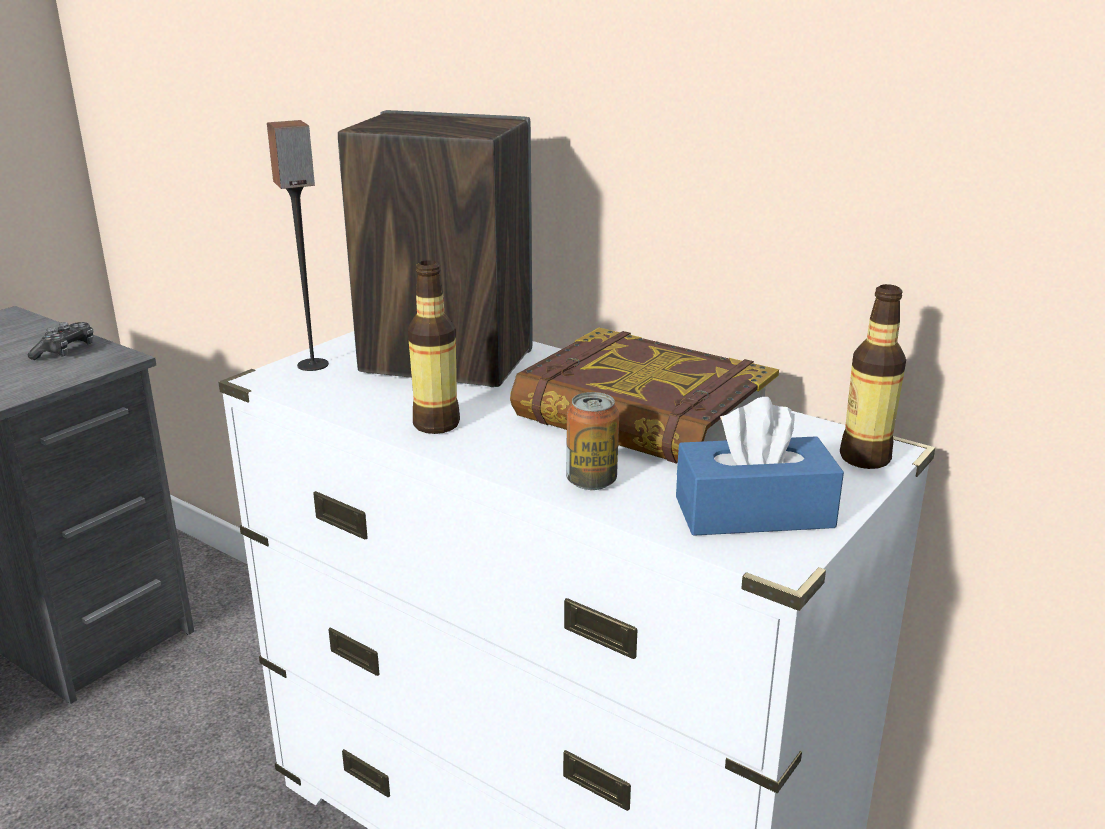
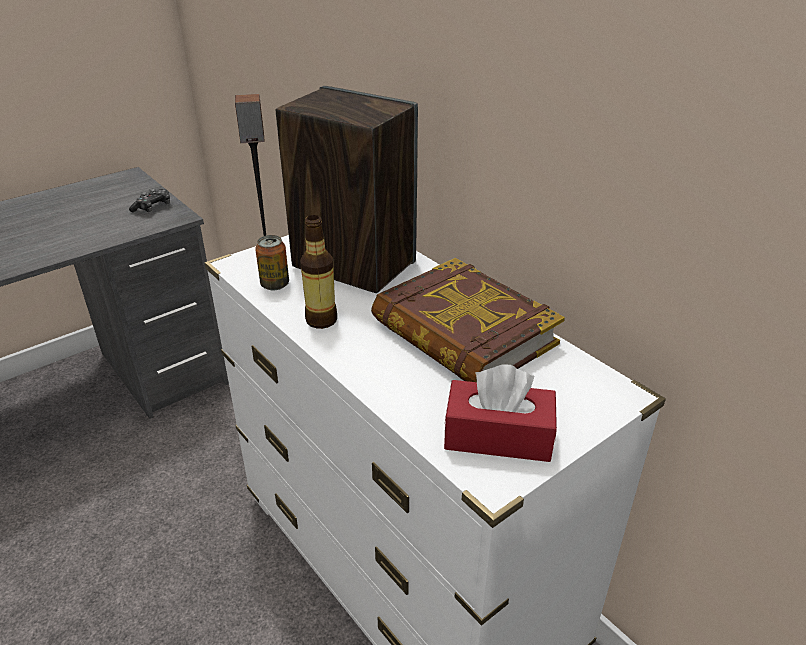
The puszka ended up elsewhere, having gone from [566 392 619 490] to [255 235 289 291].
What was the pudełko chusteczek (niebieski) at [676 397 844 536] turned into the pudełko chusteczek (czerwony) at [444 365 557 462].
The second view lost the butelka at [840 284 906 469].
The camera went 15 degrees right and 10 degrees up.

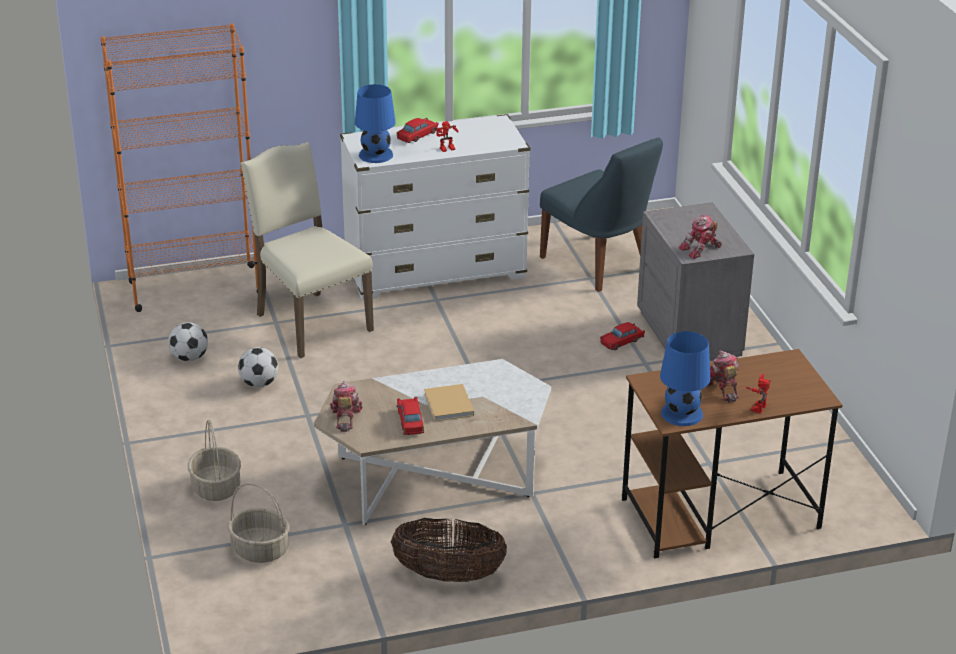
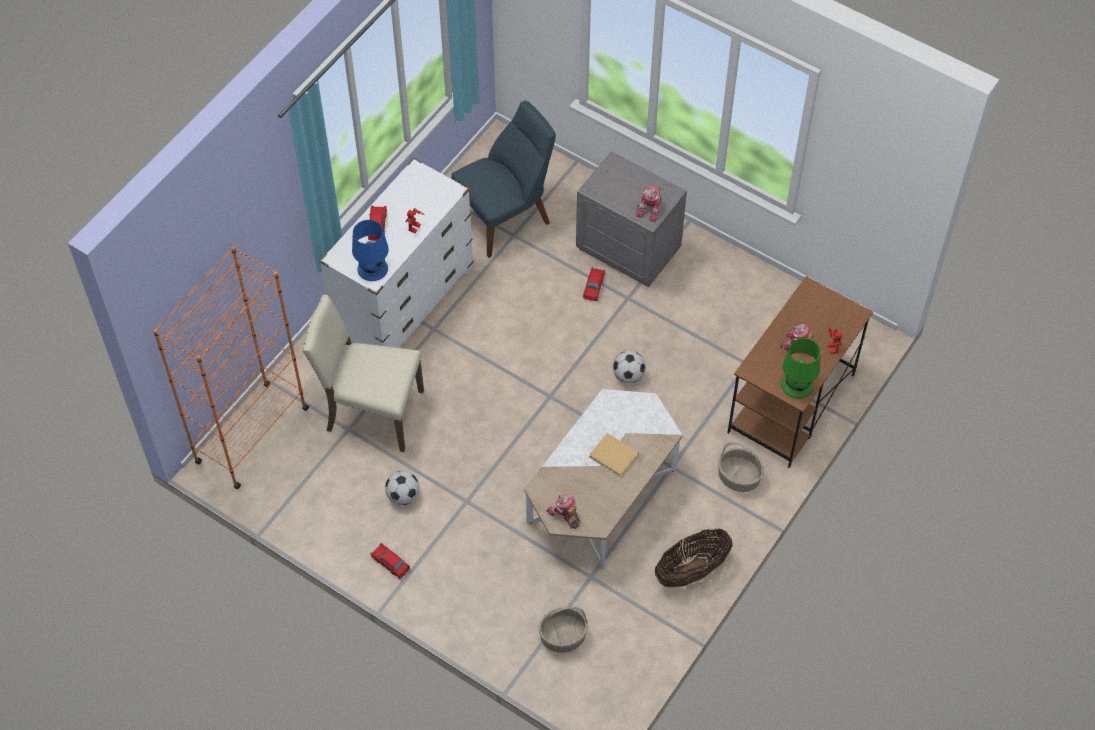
The piłka futbolowa ended up elsewhere, having gone from [168 322 208 362] to [613 351 646 383].
The koszyk ended up elsewhere, having gone from [188 420 241 501] to [718 442 764 492].
The samochodzik (czerwony) ended up elsewhere, having gone from [397 397 424 435] to [371 543 410 579].
The krzesło (niebieski) at [540 138 663 292] ended up facing another way, 45 degrees counterclockwise from before.
What was the lampa stołowa (niebieski) at [660 331 710 426] turned into the lampa stołowa (zielony) at [782 338 820 399].
The camera went 40 degrees left and 25 degrees up.

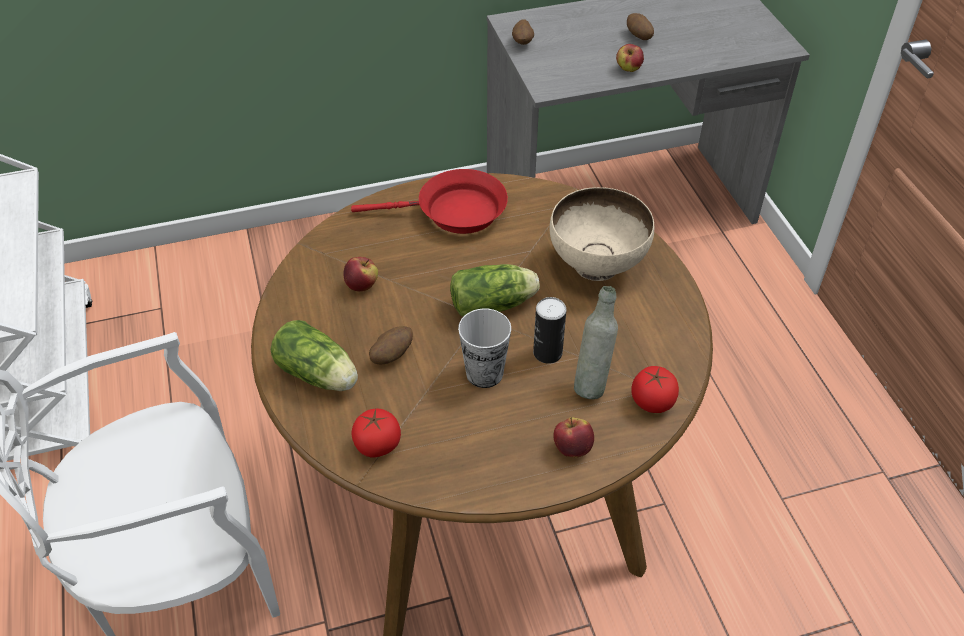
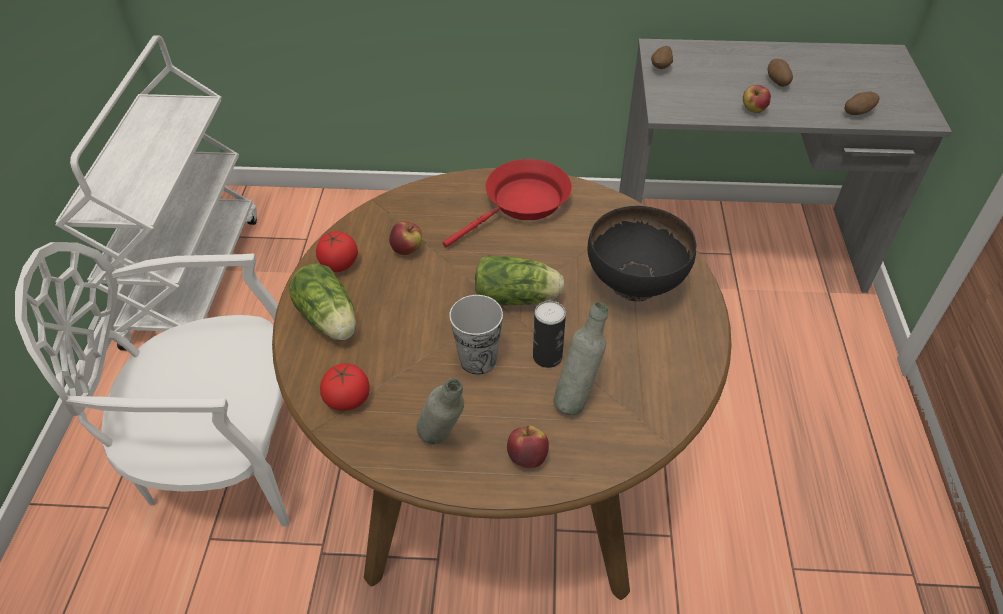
The patelnia (czerwony) at [351 169 508 234] ended up facing another way, 60 degrees counterclockwise from before.
The ziemniak ended up elsewhere, having gone from [369 326 413 364] to [845 91 880 115].
What was the miska (beżowy) at [550 187 654 281] turned into the miska (czarny) at [588 206 696 301].
The pomidor ended up elsewhere, having gone from [631 366 679 413] to [316 231 358 272].
The second view gained the butelka (szary) at [417 378 464 445].
The camera went 20 degrees right and 0 degrees up.

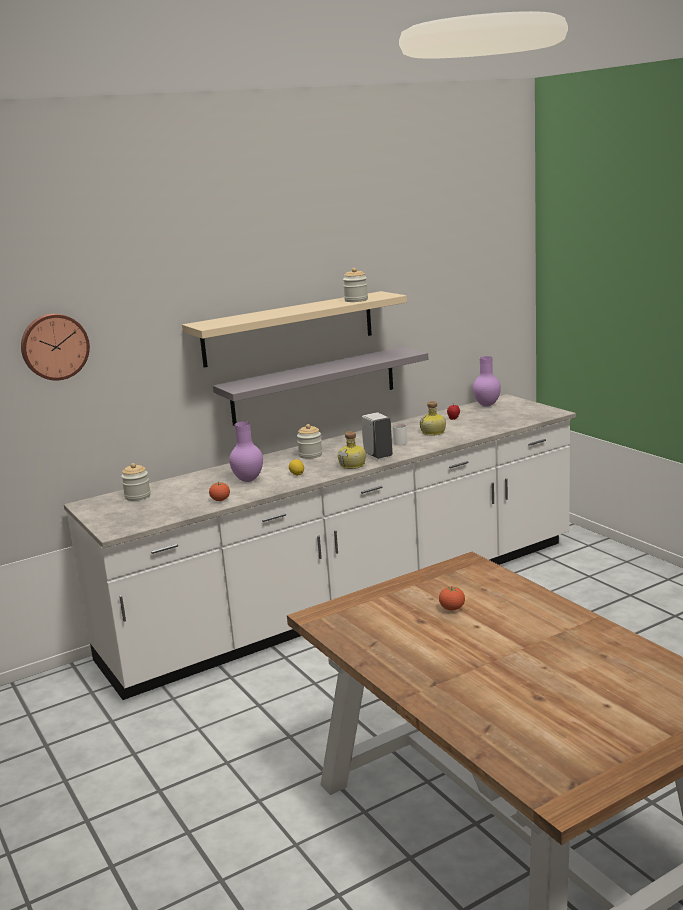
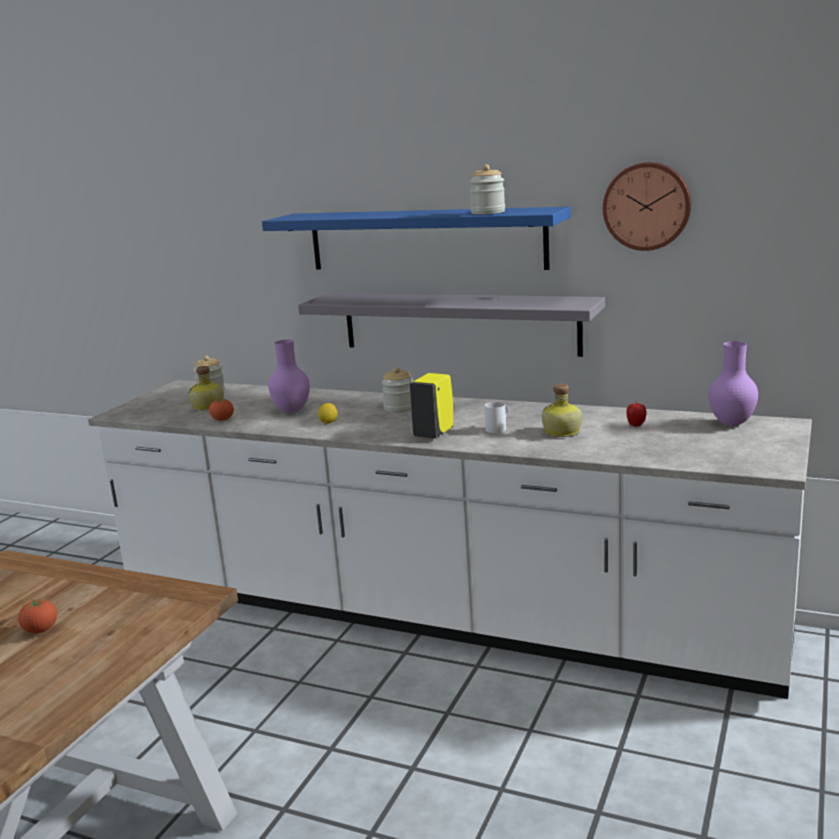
The zegar ścienny ended up elsewhere, having gone from [21 314 90 381] to [603 162 691 251].
What was the półka (beżowy) at [182 291 407 367] turned into the półka (niebieski) at [262 207 571 270].
The butelka ended up elsewhere, having gone from [338 431 366 469] to [188 366 224 411].
What was the dozownik mydła (biały) at [362 412 393 459] turned into the dozownik mydła (żółty) at [410 373 453 439].
The camera went 55 degrees right and 0 degrees up.

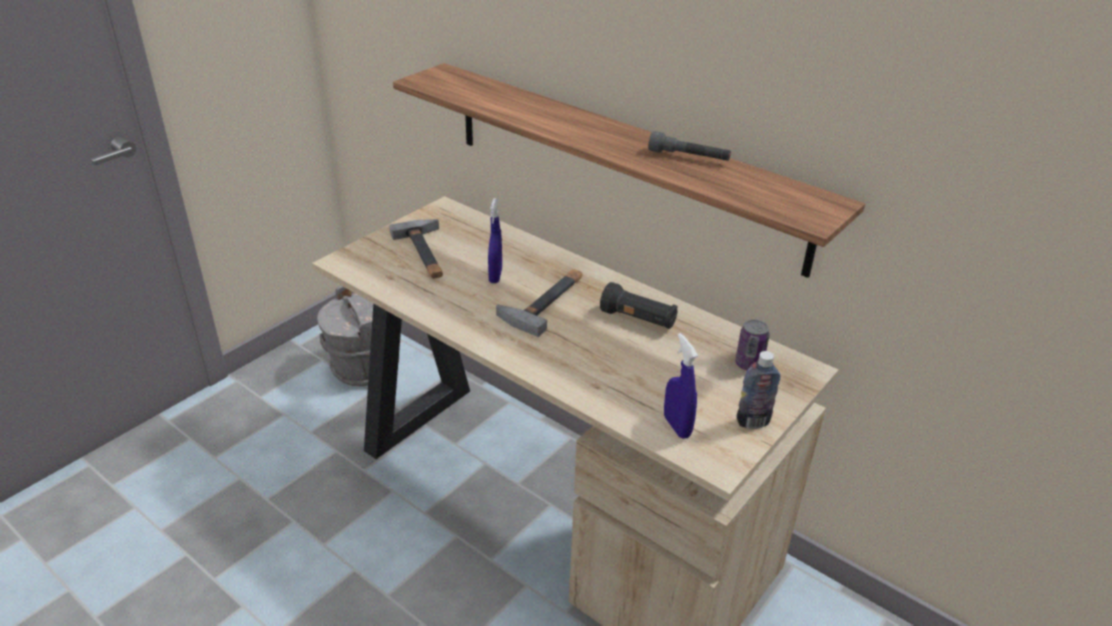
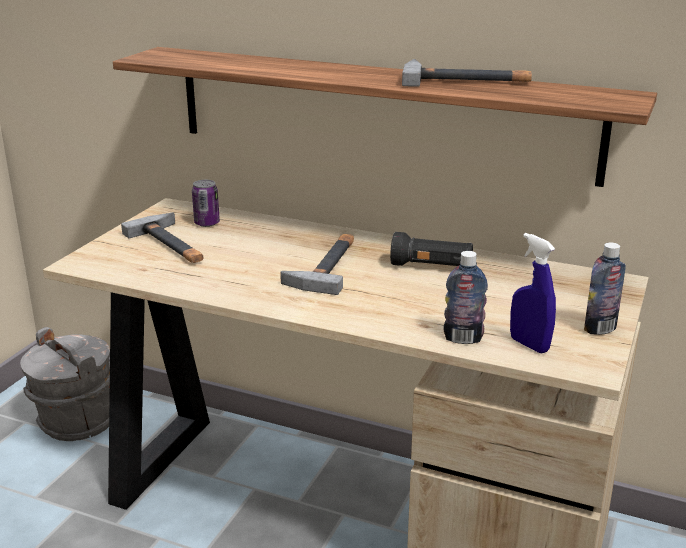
The second view lost the spryskiwacz (niebieski) at [488 198 502 283].
Where the latarka (szary) stood at [648 131 731 161], the młotek came to stand at [402 59 532 87].
The puszka ended up elsewhere, having gone from [735 319 770 370] to [192 180 220 227].
The second view gained the butelka at [443 251 488 344].
The camera went 15 degrees left and 10 degrees down.

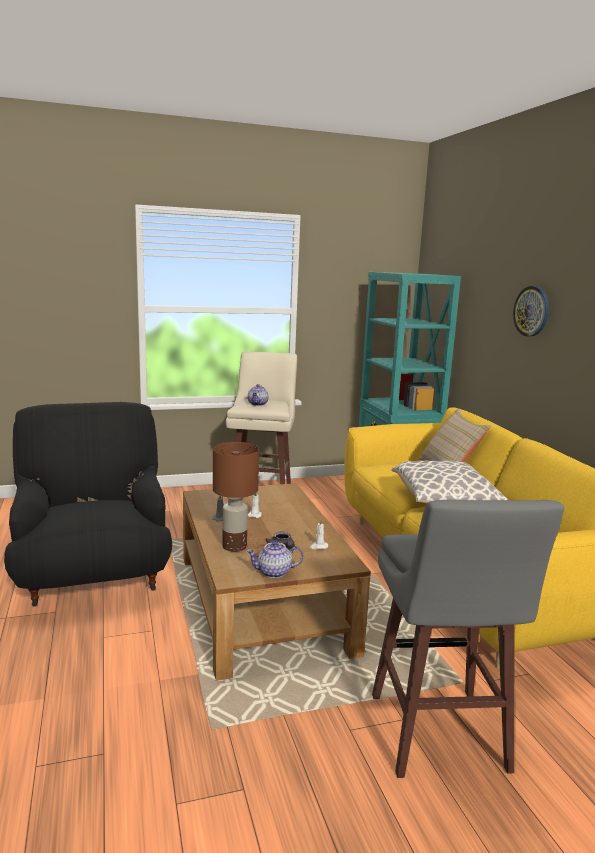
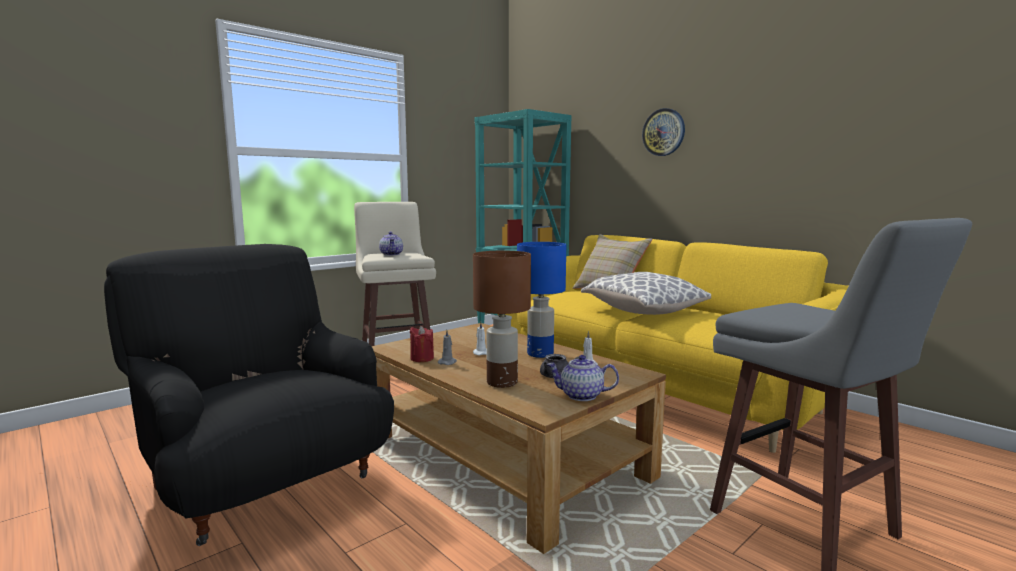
The imbryk at [246 541 304 578] ended up facing another way, 45 degrees clockwise from before.
The second view gained the świeca (czerwony) at [410 326 434 362].
The second view gained the lampa stołowa (niebieski) at [517 242 566 358].
The camera went 25 degrees left and 5 degrees down.

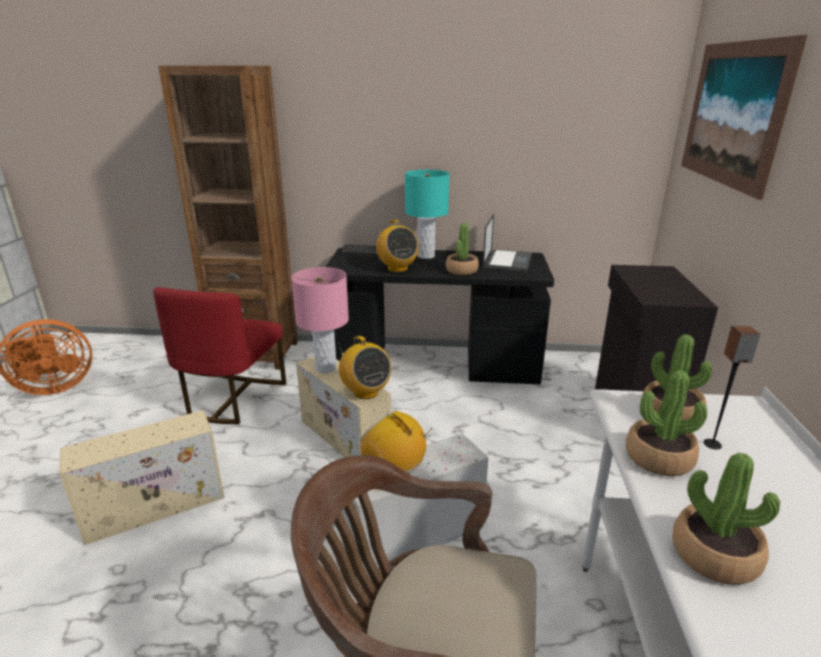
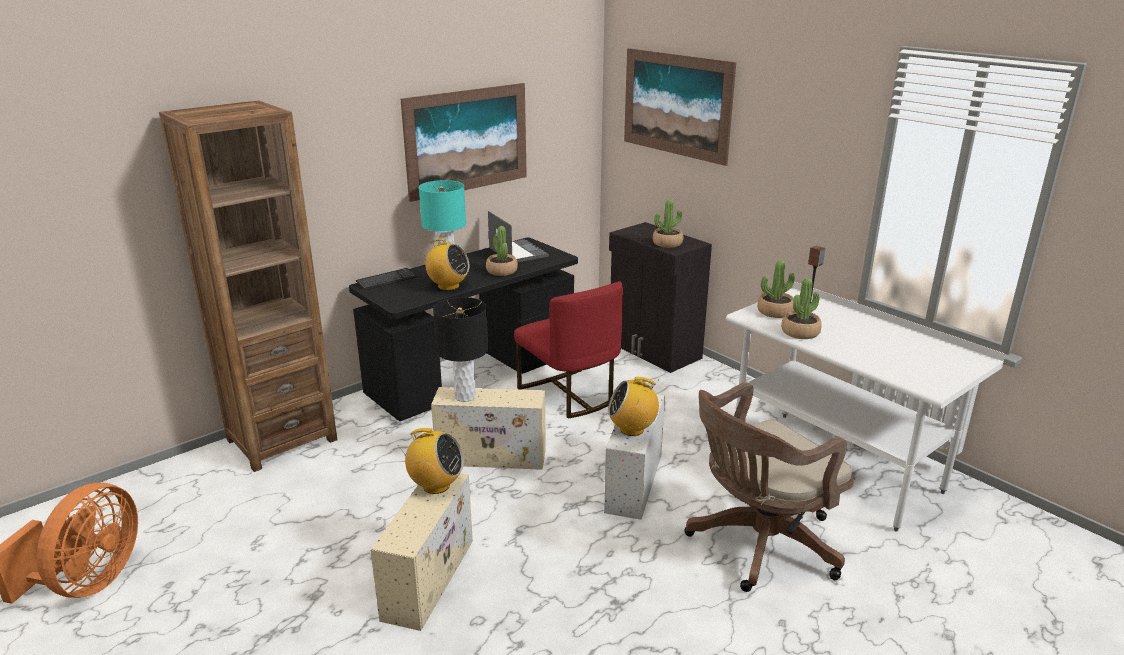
The krzesło (czerwony) ended up elsewhere, having gone from [153 287 286 424] to [514 281 623 419].
What was the lampa stołowa (różowy) at [291 267 349 374] turned into the lampa stołowa (czarny) at [433 297 488 402].
The radio ended up elsewhere, having gone from [339 336 391 399] to [398 428 464 494].
The roślina doniczkowa ended up elsewhere, having gone from [672 453 780 585] to [653 199 683 248].
The second view gained the obraz at [401 83 527 202].
The camera went 45 degrees left and 0 degrees up.

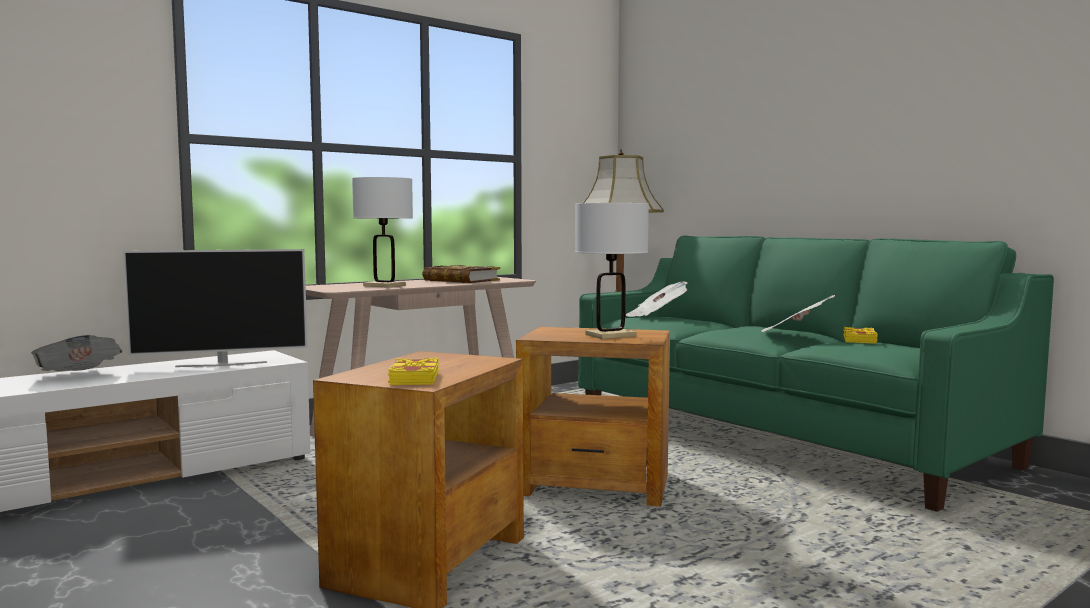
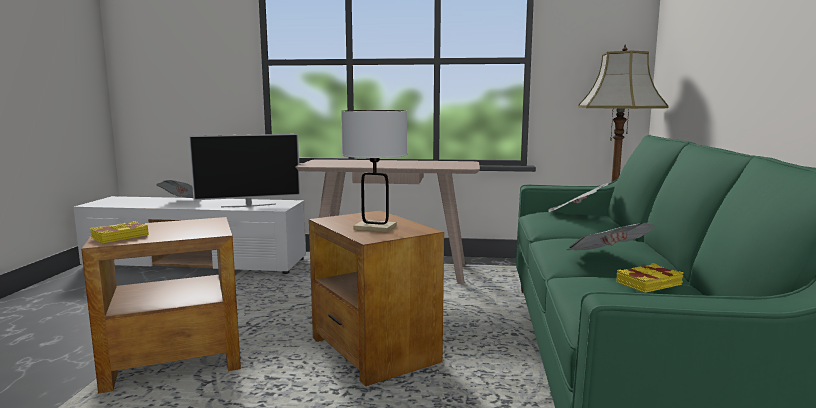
The telewizor at [123 249 308 367] ended up facing another way, 45 degrees counterclockwise from before.
The second view lost the lampa stołowa (biały) at [352 177 413 288].
The second view lost the książka at [422 265 500 283].
The camera went 45 degrees right and 5 degrees up.

